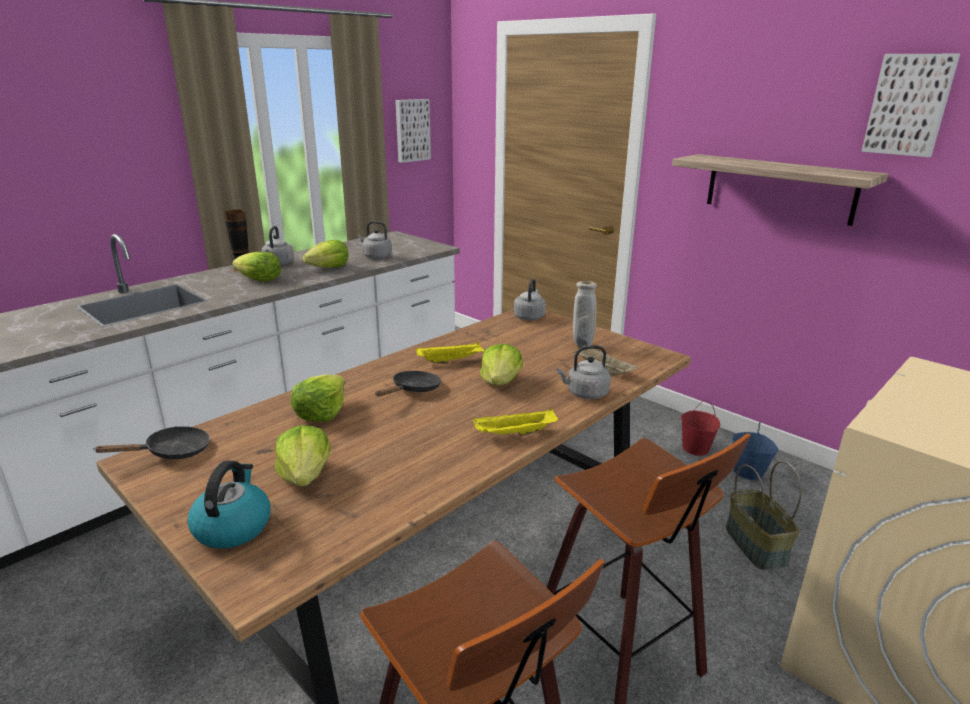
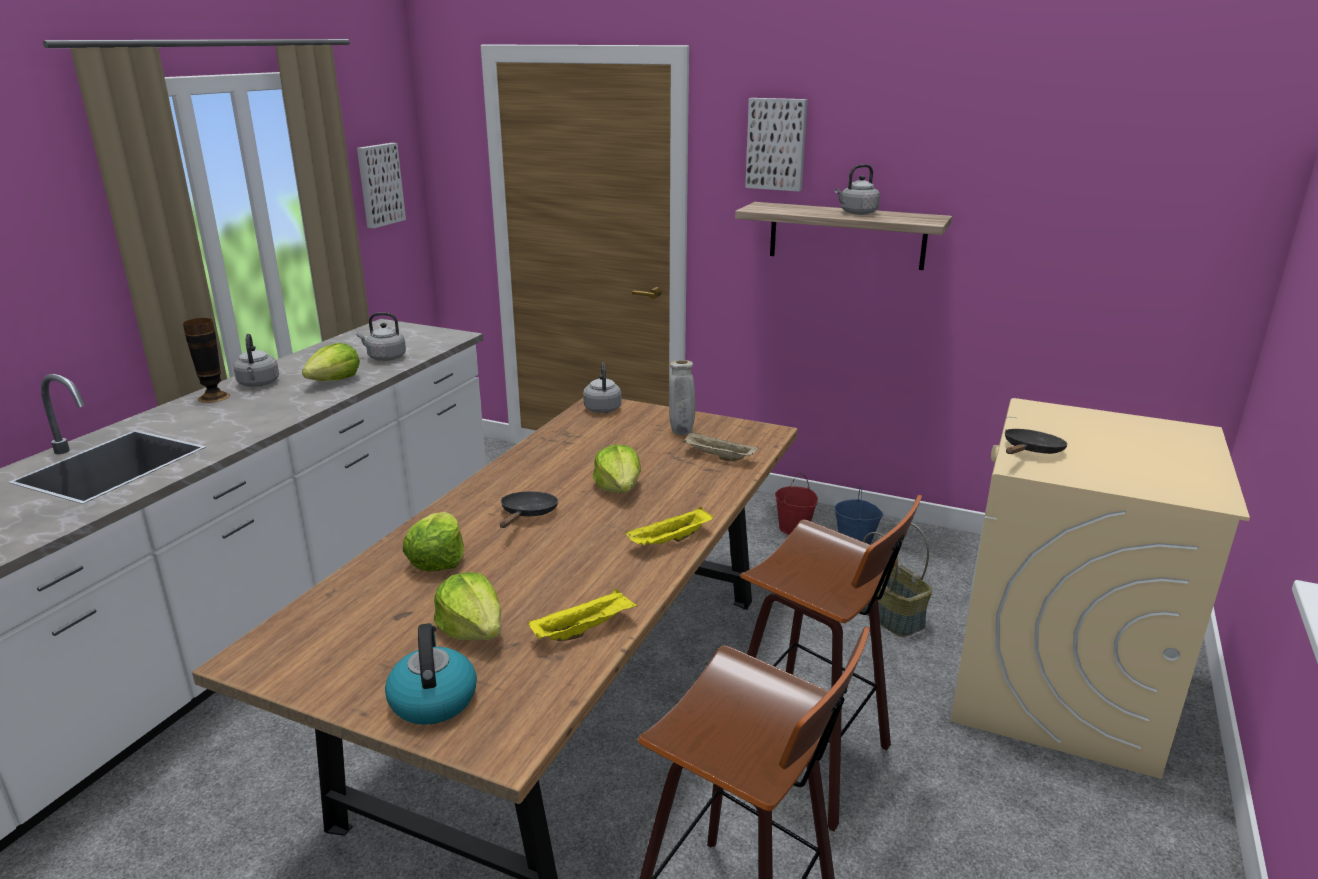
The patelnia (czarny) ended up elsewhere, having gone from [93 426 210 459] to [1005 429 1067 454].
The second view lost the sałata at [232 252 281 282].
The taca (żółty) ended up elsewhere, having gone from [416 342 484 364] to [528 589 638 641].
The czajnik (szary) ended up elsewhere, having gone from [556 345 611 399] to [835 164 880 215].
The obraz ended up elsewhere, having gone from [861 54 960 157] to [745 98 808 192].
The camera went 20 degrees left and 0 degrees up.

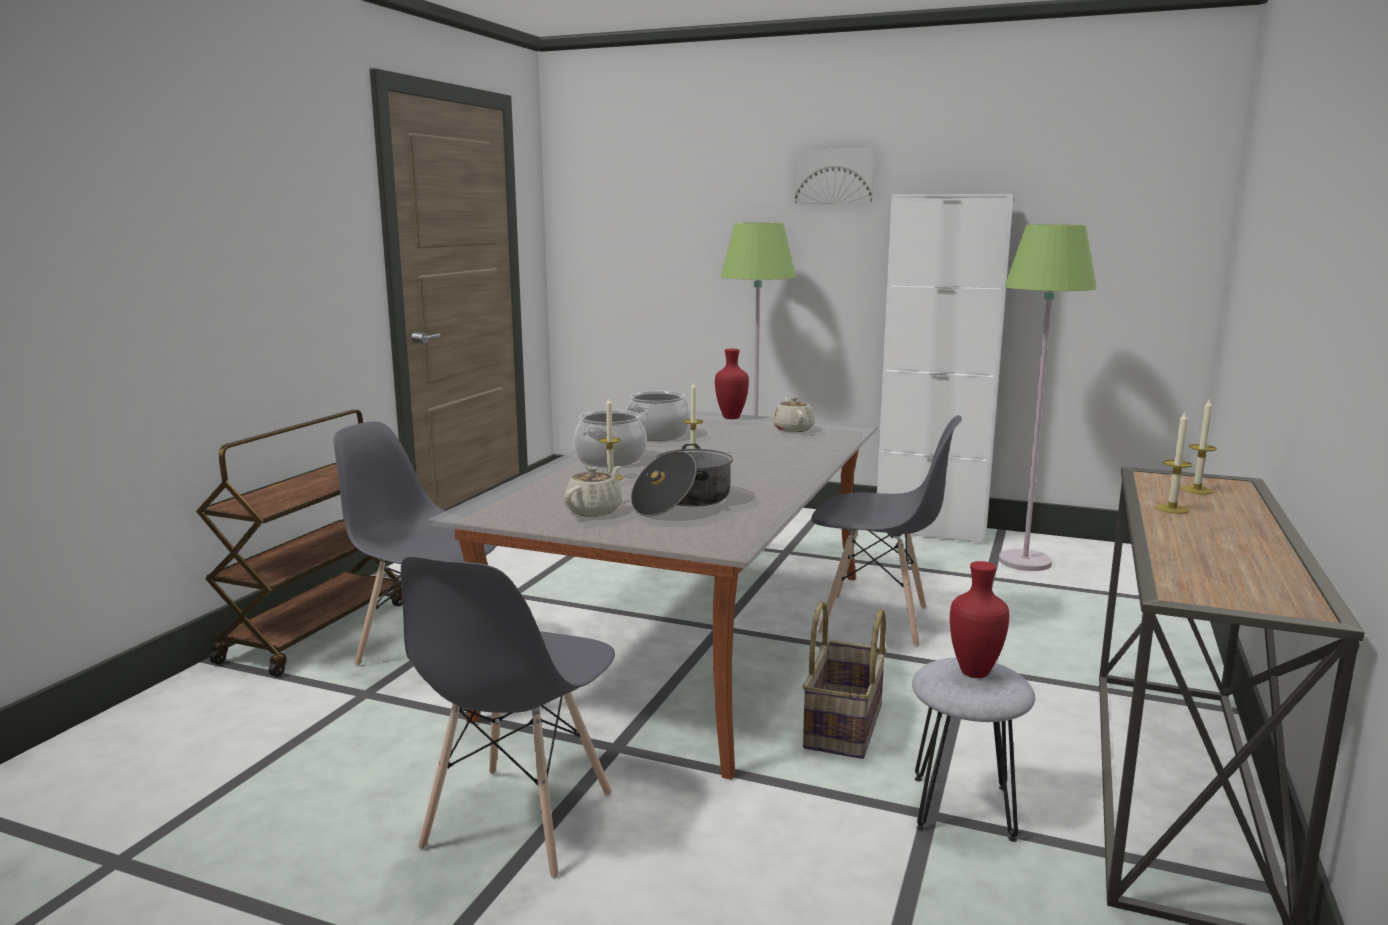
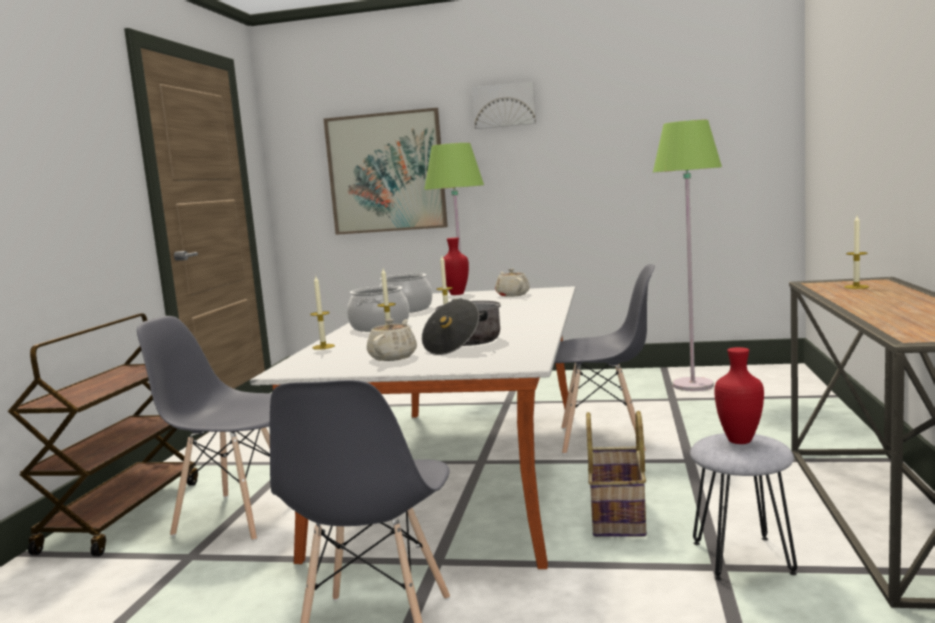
The second view lost the szafka (biały) at [877 194 1013 544].
The świeca ended up elsewhere, having gone from [1155 412 1193 514] to [310 276 335 350].
The second view gained the obraz at [324 108 448 235].
The camera went 10 degrees left and 5 degrees down.

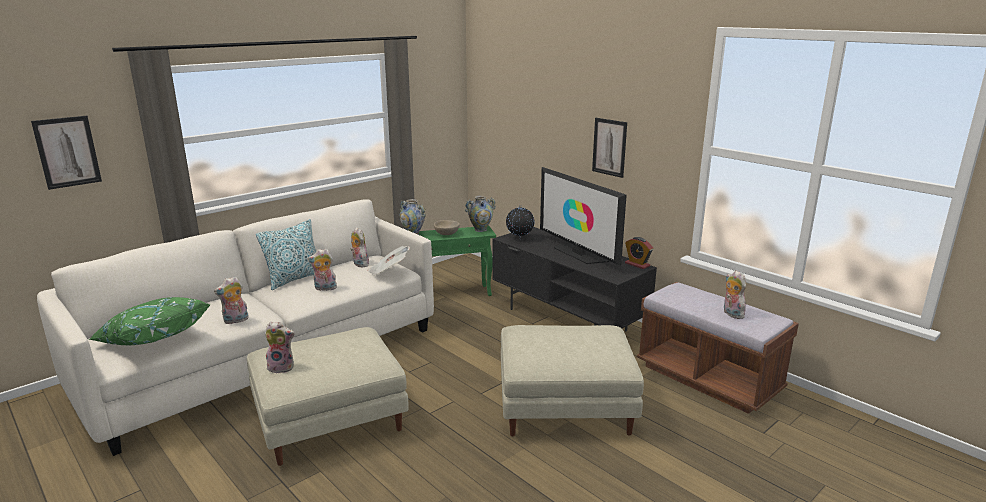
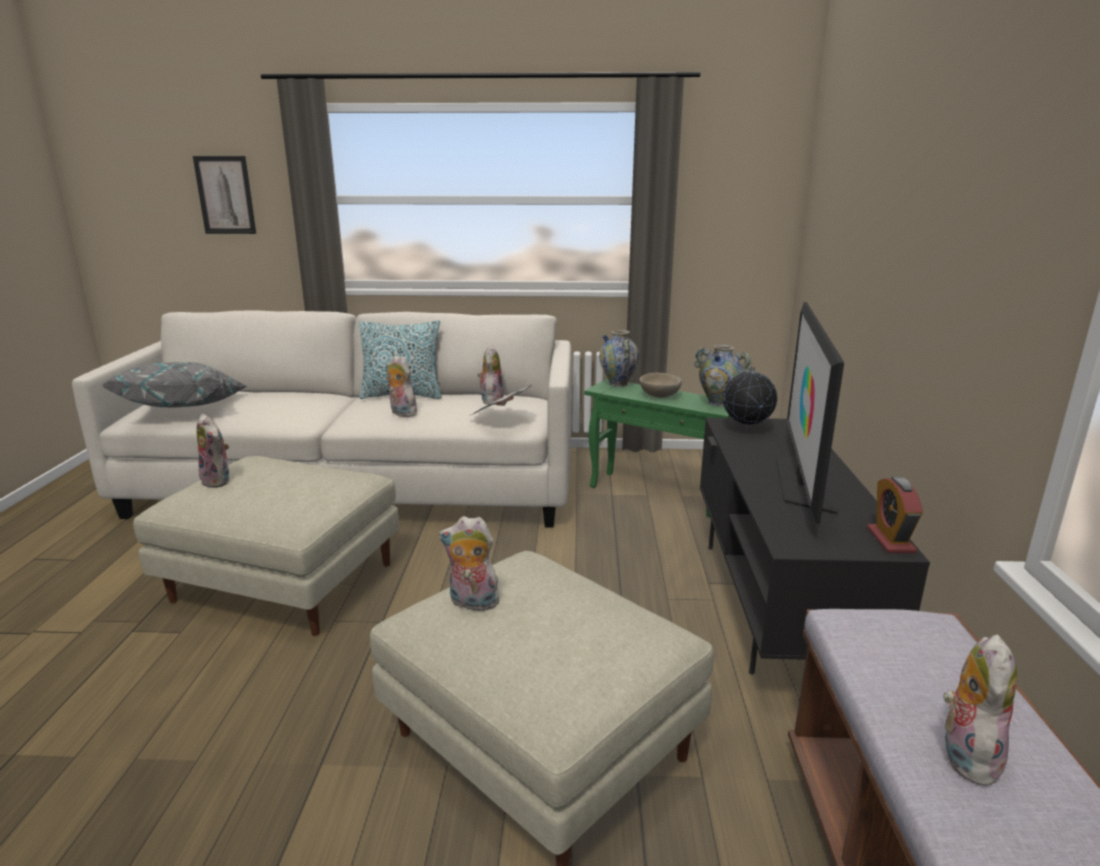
What was the poduszka (zielony) at [89 297 210 345] turned into the poduszka (szary) at [102 362 247 407].
The pluszak ended up elsewhere, having gone from [214 276 249 324] to [439 516 500 611].
The second view lost the obraz at [592 118 627 178].
The camera went 45 degrees right and 0 degrees up.

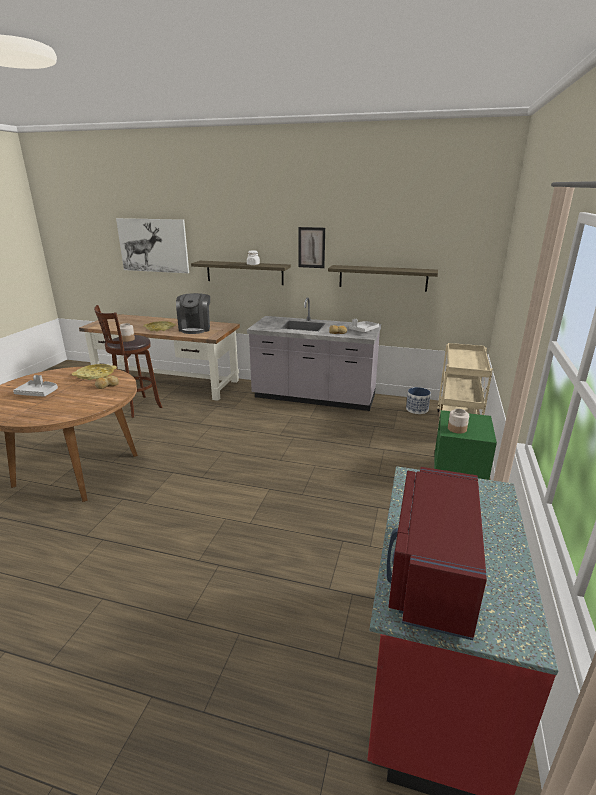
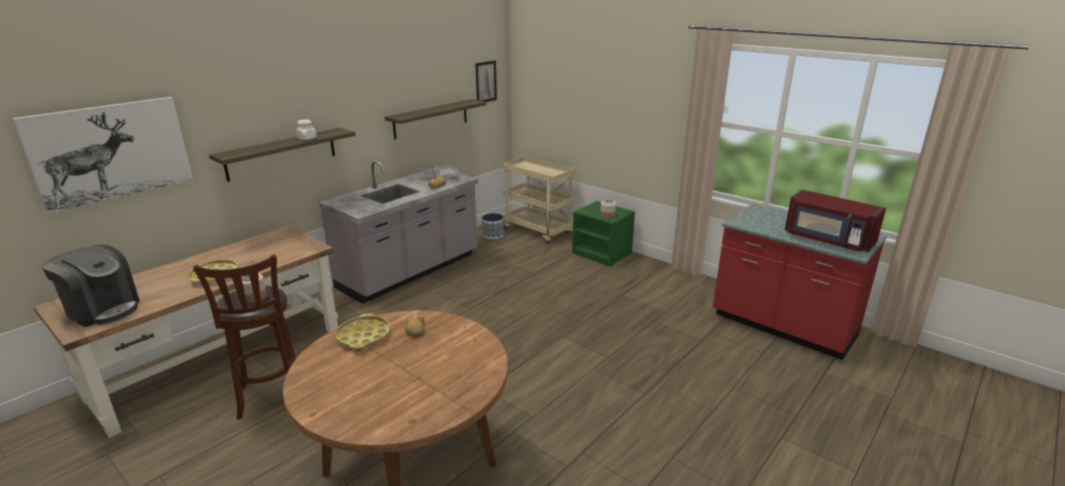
The second view lost the taca (szary) at [13 375 58 397].
The ekspres do kawy ended up elsewhere, having gone from [176 293 210 334] to [42 245 140 327].
The obraz ended up elsewhere, having gone from [298 227 325 268] to [475 60 497 102].
The camera went 65 degrees left and 0 degrees up.

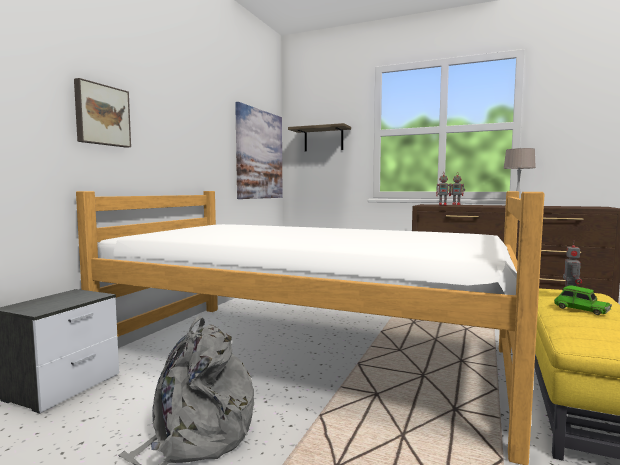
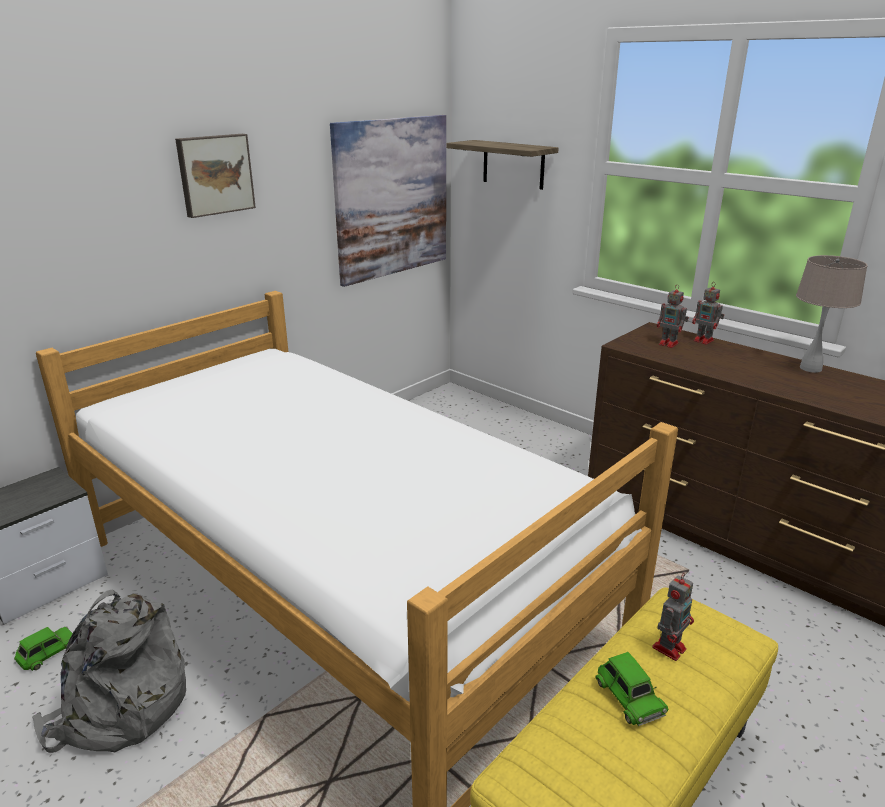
The obraz ended up elsewhere, having gone from [74 78 131 148] to [175 134 256 218].
The second view gained the samochodzik (zielony) at [14 626 73 671].
The camera went 20 degrees right and 20 degrees up.

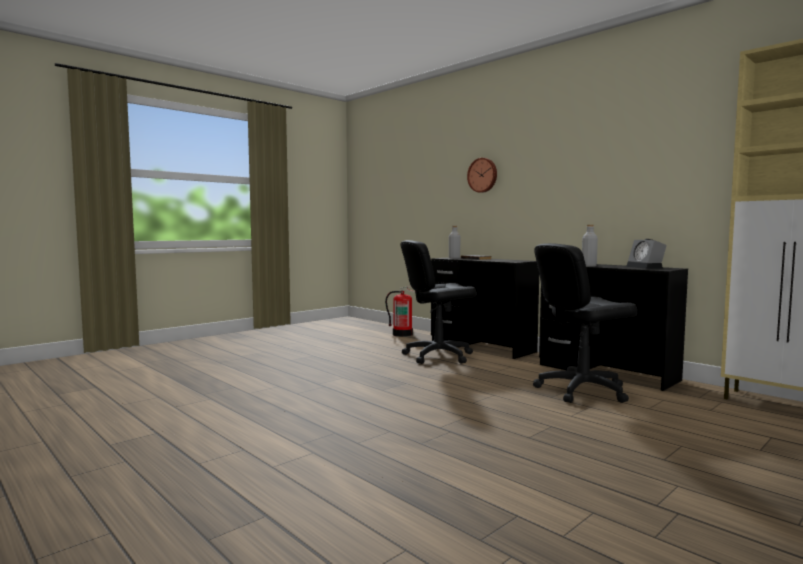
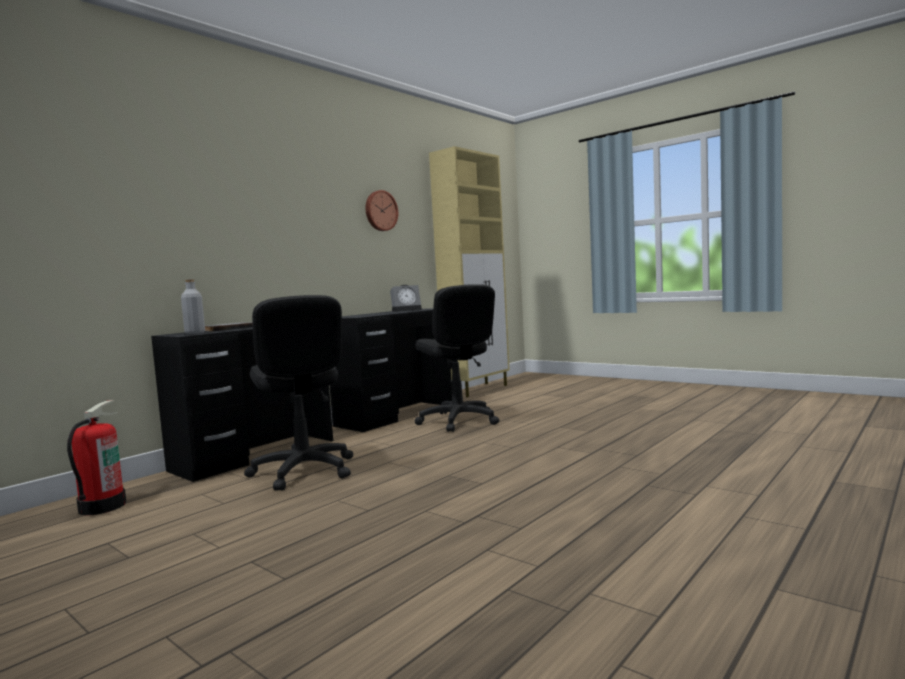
The zegar ścienny ended up elsewhere, having gone from [467 158 497 193] to [366 190 398 231].
The second view lost the butelka (szary) at [582 225 598 267].
The camera went 95 degrees left and 0 degrees up.

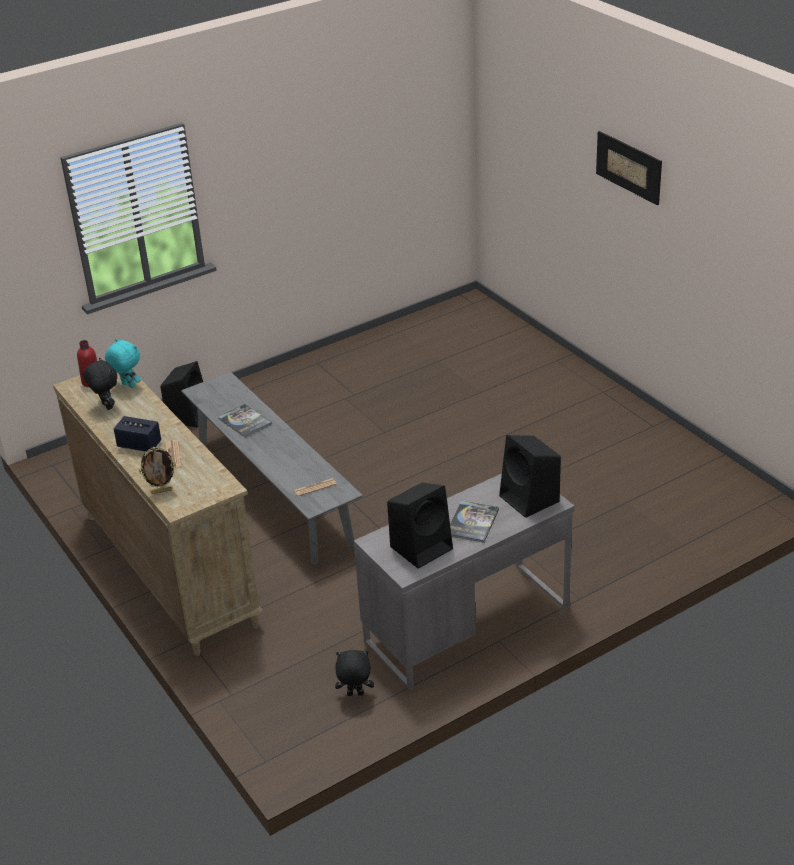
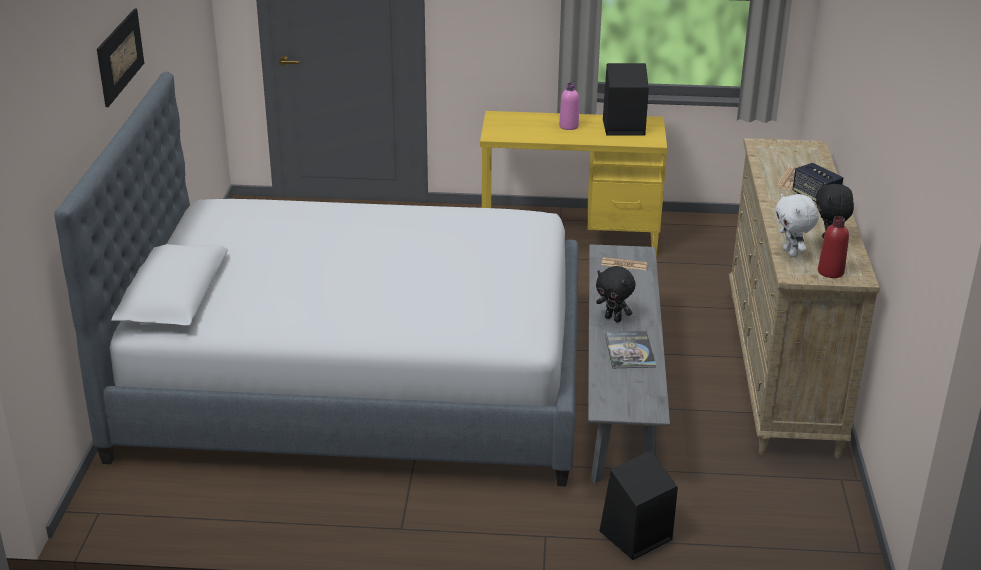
What was the pluszak (turkusowy) at [105 339 141 388] turned into the pluszak (biały) at [776 194 819 257].
The second view lost the ramka na zdjęcie at [139 447 176 494].
The pluszak (czarny) ended up elsewhere, having gone from [335 650 374 696] to [596 266 636 322].
What was the biurko (szary) at [354 473 575 691] turned into the biurko (żółty) at [480 111 667 256].
Where the książka stood at [450 501 499 543], the butelka (różowy) came to stand at [559 83 579 130].
The second view lost the głośnik (czarny) at [499 435 561 518].
The second view gained the łóżko at [54 72 579 486].
The camera went 145 degrees left and 5 degrees down.

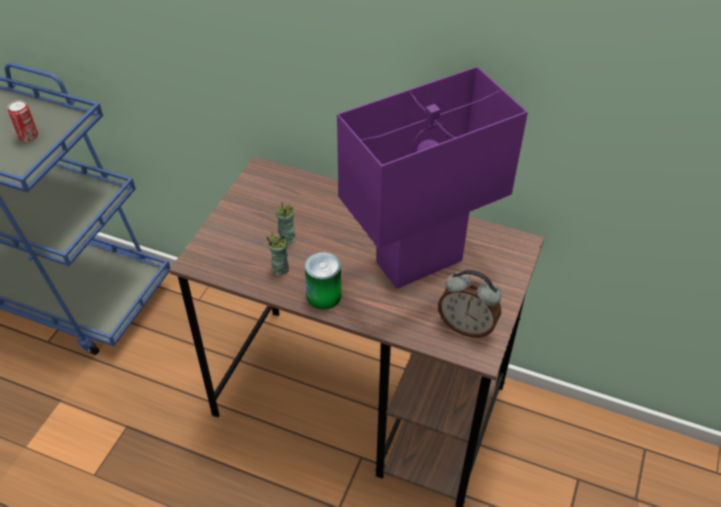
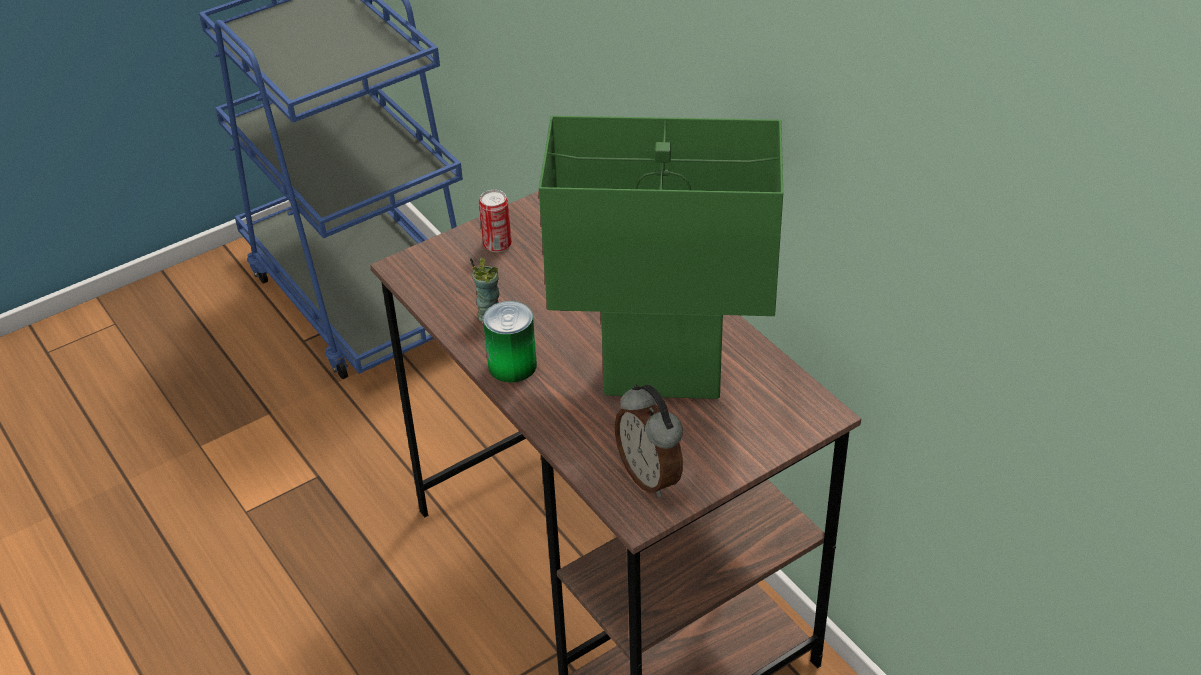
The puszka ended up elsewhere, having gone from [8 100 38 142] to [479 190 512 252].
The second view lost the filiżanka at [276 202 296 244].
What was the lampa stołowa (fioletowy) at [337 66 528 289] turned into the lampa stołowa (zielony) at [539 116 783 399].
The camera went 35 degrees right and 5 degrees down.

